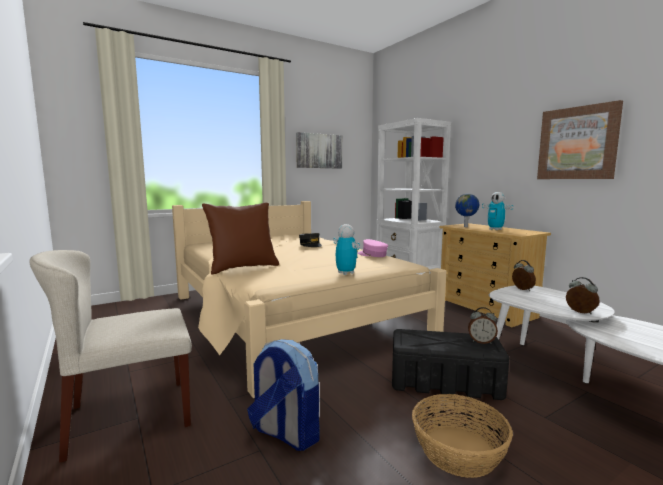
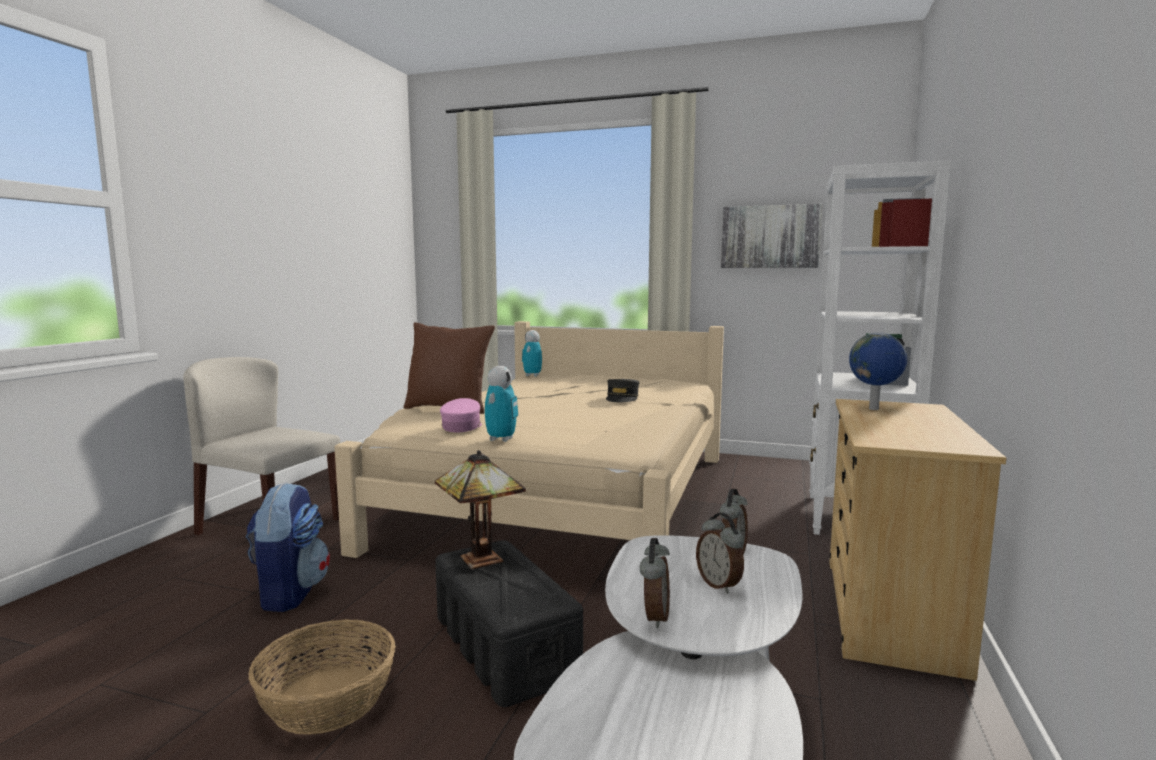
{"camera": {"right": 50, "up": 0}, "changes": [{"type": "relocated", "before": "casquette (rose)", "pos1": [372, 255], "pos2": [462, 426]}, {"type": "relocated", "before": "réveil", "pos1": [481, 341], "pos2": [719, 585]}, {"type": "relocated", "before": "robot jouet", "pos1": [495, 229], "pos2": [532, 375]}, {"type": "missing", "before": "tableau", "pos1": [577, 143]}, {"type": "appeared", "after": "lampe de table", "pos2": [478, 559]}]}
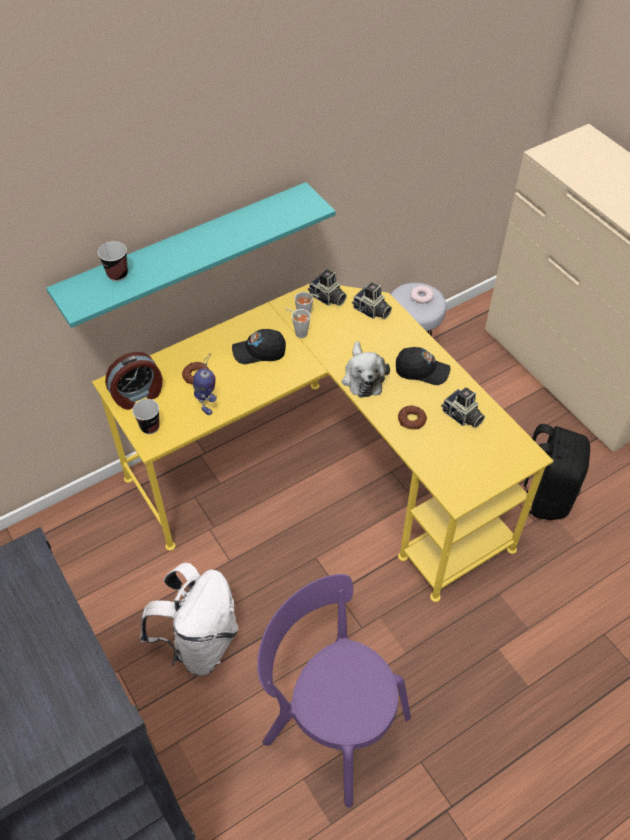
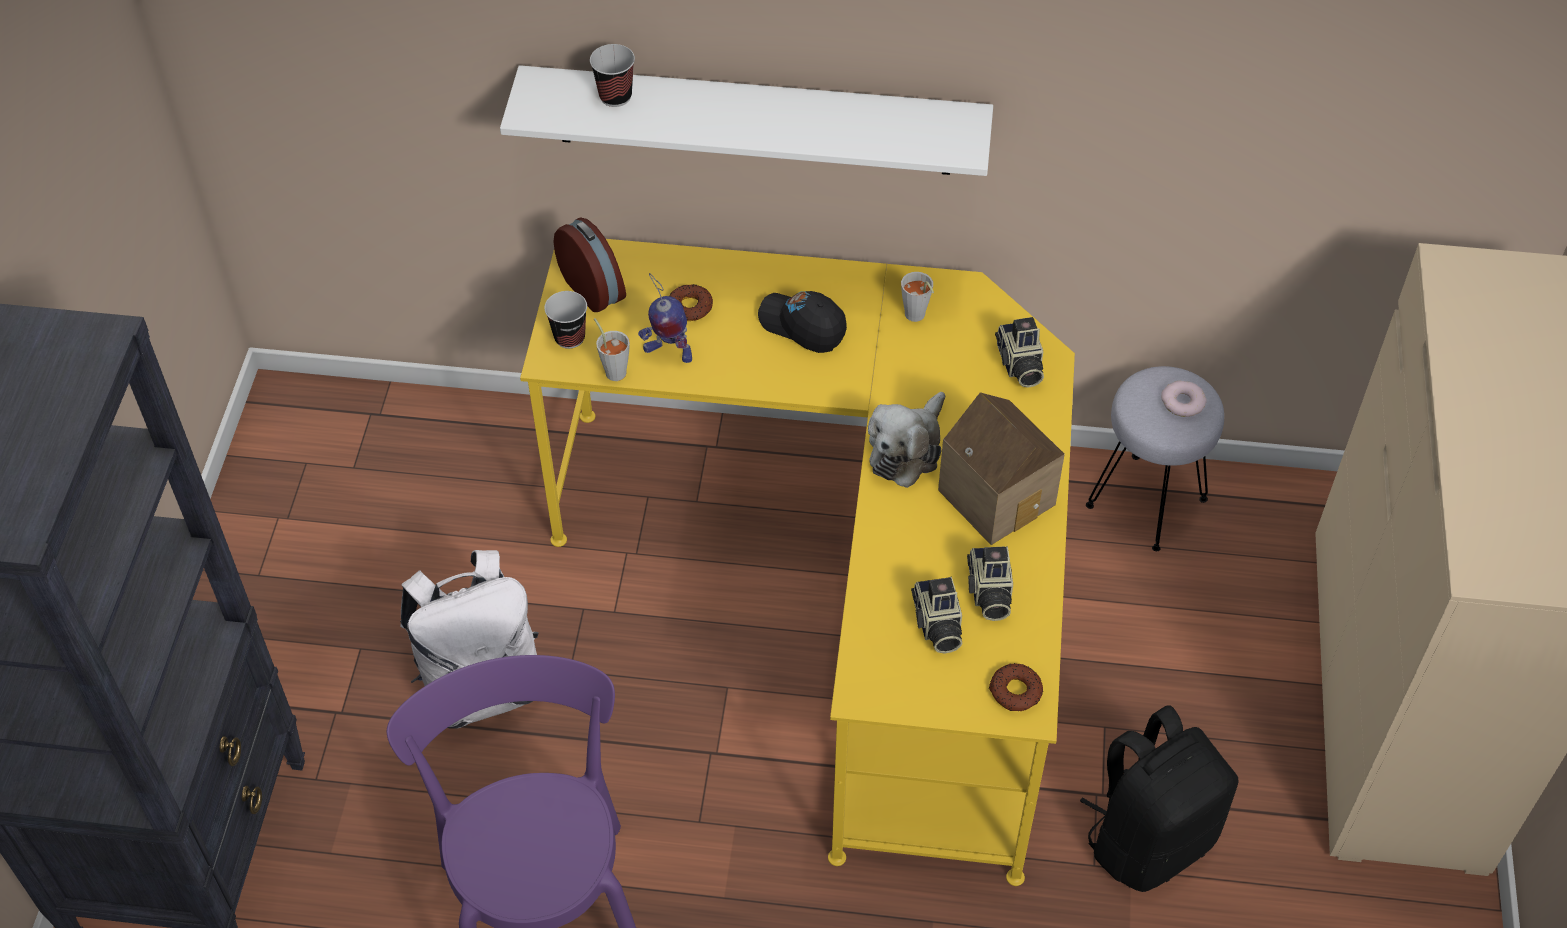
{"camera": {"right": 40, "up": 0}, "changes": [{"type": "colour", "before": "étagère (turquoise)", "after": "étagère (blanc)", "pos1": [186, 254], "pos2": [754, 120]}, {"type": "spun", "before": "réveil", "pos1": [138, 395], "pos2": [594, 288], "turn": -135}, {"type": "spun", "before": "robot jouet", "pos1": [207, 403], "pos2": [668, 352], "turn": 75}, {"type": "relocated", "before": "tasse (gris)", "pos1": [298, 333], "pos2": [613, 369]}, {"type": "relocated", "before": "appareil photo", "pos1": [327, 298], "pos2": [937, 625]}, {"type": "exchanged", "before": "casquette (noir)", "after": "maison miniature", "pos1": [422, 371], "pos2": [1000, 494]}, {"type": "relocated", "before": "beignet", "pos1": [411, 420], "pos2": [1015, 691]}]}
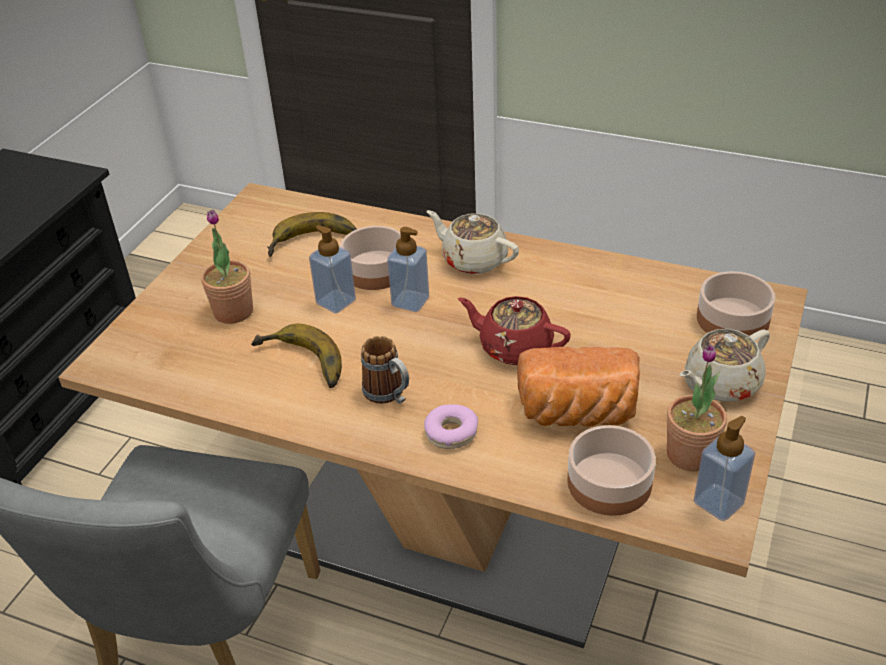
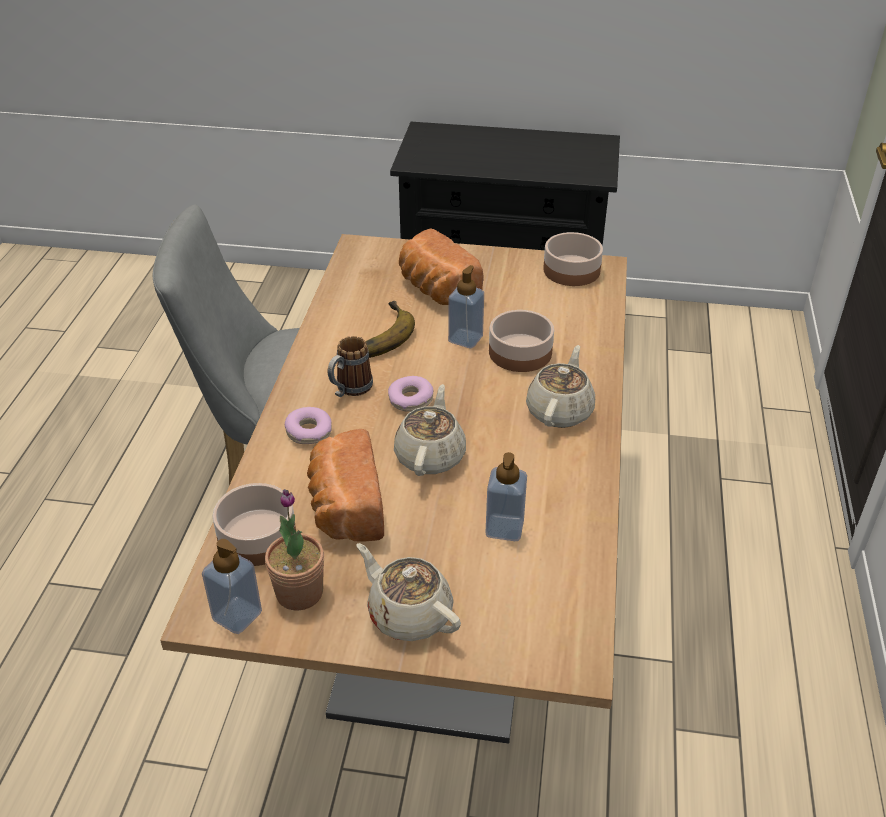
{"camera": {"right": 75, "up": 0}, "changes": [{"type": "exchanged", "before": "plante en pot", "after": "pain", "pos1": [233, 312], "pos2": [436, 290]}, {"type": "missing", "before": "banane", "pos1": [313, 243]}, {"type": "relocated", "before": "distributeur de savon", "pos1": [410, 301], "pos2": [504, 528]}, {"type": "colour", "before": "théière (rouge)", "after": "théière (beige)", "pos1": [514, 347], "pos2": [430, 455]}, {"type": "relocated", "before": "bol", "pos1": [734, 319], "pos2": [572, 271]}, {"type": "appeared", "after": "beignet", "pos2": [410, 400]}]}
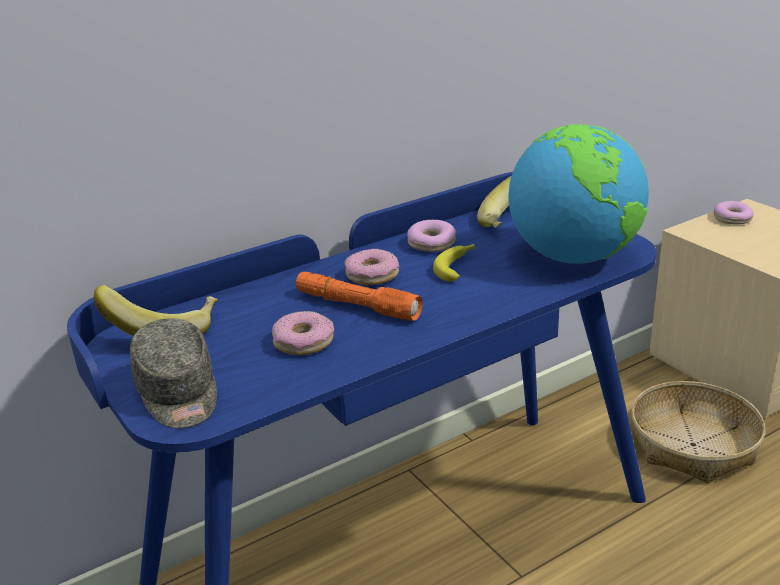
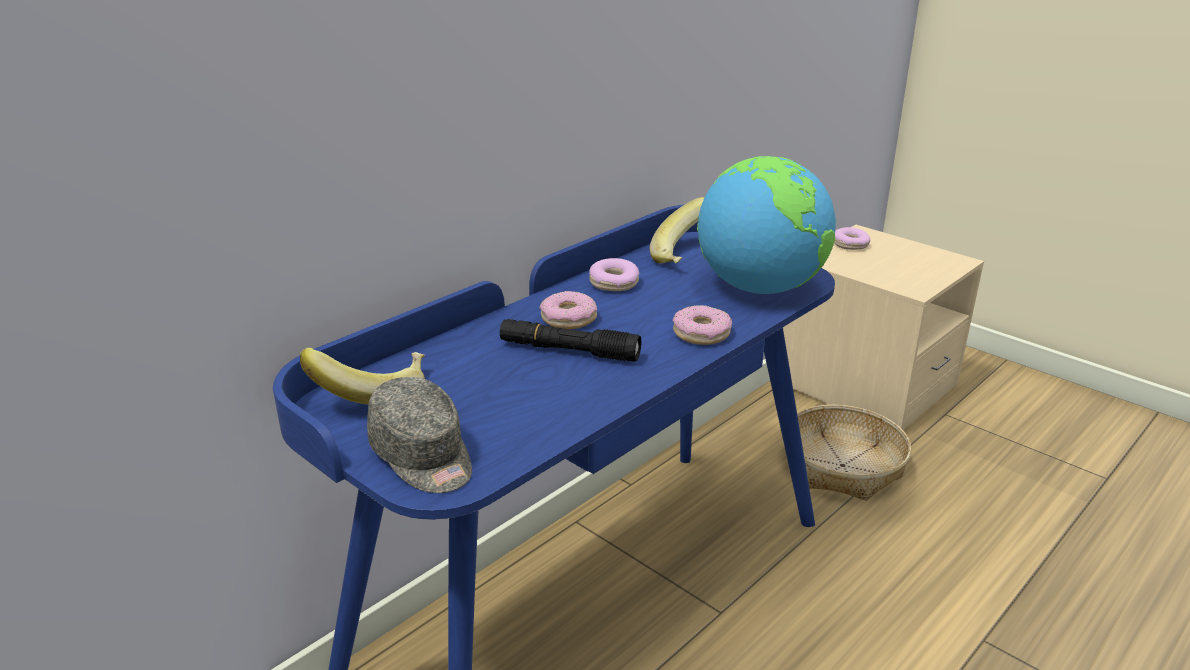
{"camera": {"right": -15, "up": 0}, "changes": [{"type": "relocated", "before": "beignet", "pos1": [304, 342], "pos2": [701, 333]}, {"type": "colour", "before": "lampe de poche (orange)", "after": "lampe de poche (noir)", "pos1": [357, 306], "pos2": [569, 351]}, {"type": "missing", "before": "banane", "pos1": [458, 266]}]}
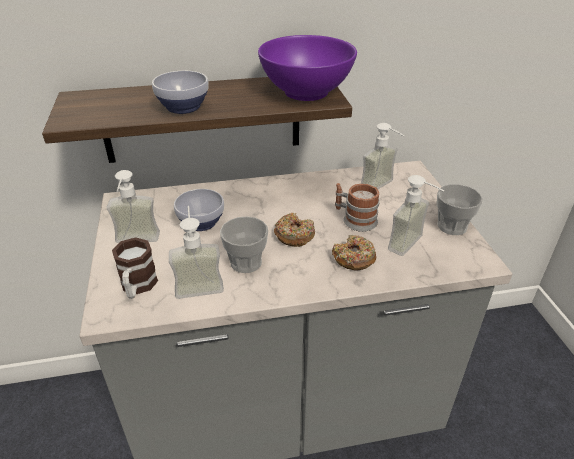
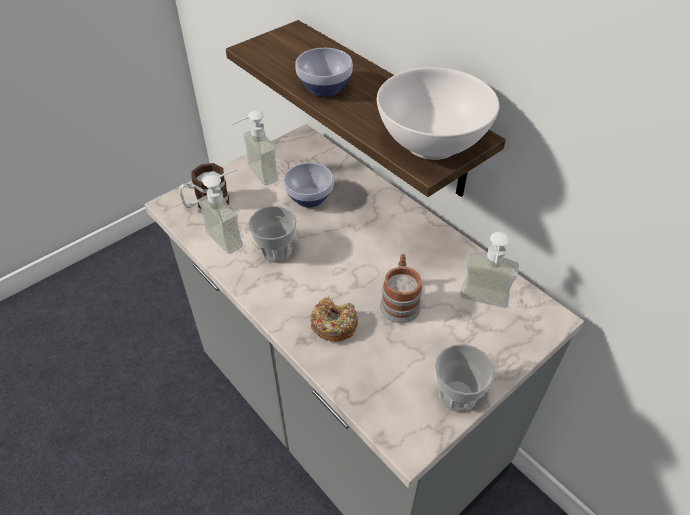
{"camera": {"right": 60, "up": 10}, "changes": [{"type": "colour", "before": "bol (violet)", "after": "bol (blanc)", "pos1": [306, 92], "pos2": [431, 144]}, {"type": "missing", "before": "beignet", "pos1": [294, 235]}, {"type": "missing", "before": "distributeur de savon", "pos1": [413, 246]}]}
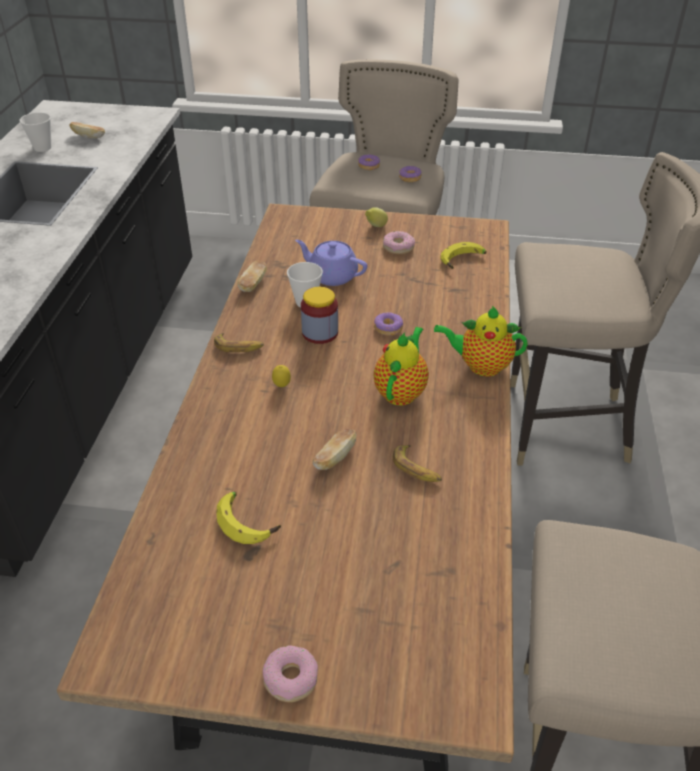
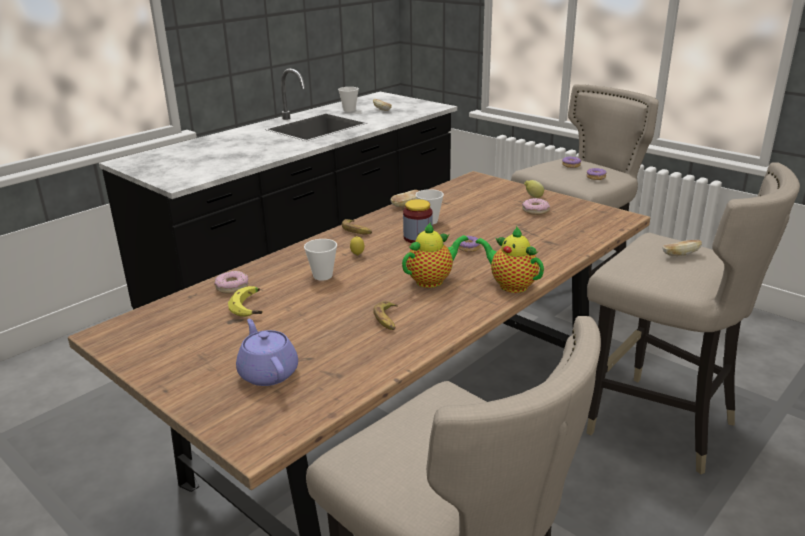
{"camera": {"right": 35, "up": -15}, "changes": [{"type": "relocated", "before": "beignet", "pos1": [290, 678], "pos2": [232, 287]}, {"type": "relocated", "before": "théière (violet)", "pos1": [331, 276], "pos2": [268, 372]}, {"type": "relocated", "before": "pain", "pos1": [334, 458], "pos2": [680, 254]}, {"type": "missing", "before": "banane", "pos1": [463, 261]}, {"type": "appeared", "after": "tasse", "pos2": [322, 276]}]}
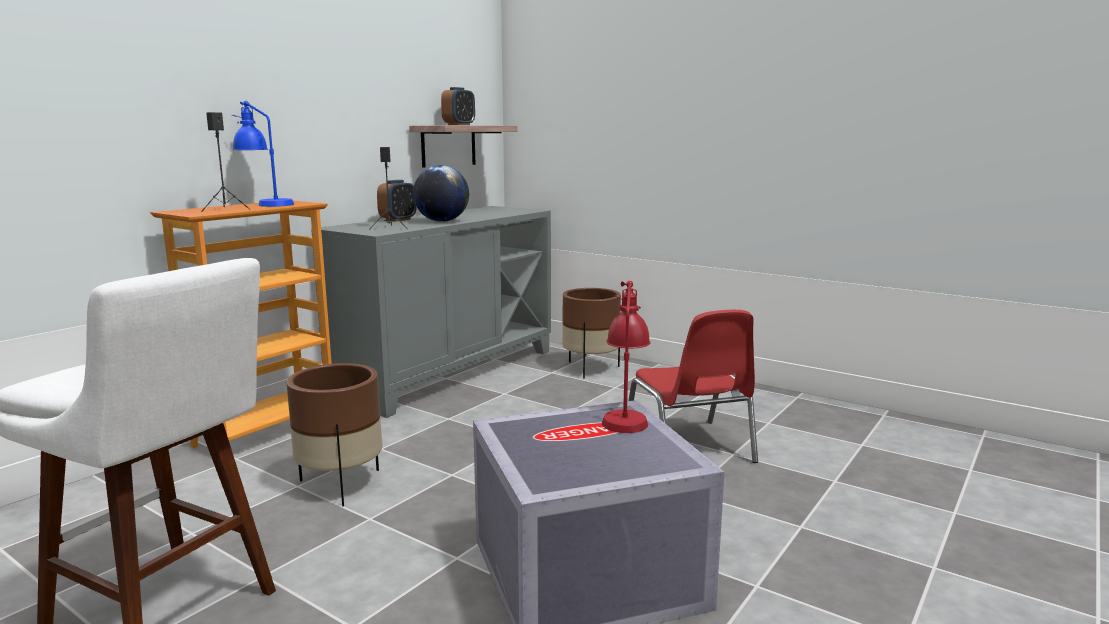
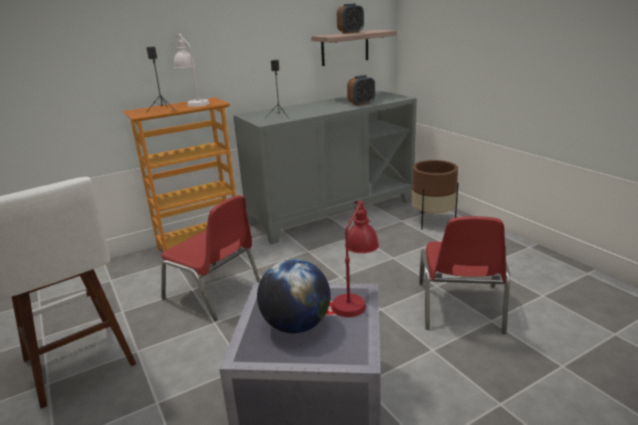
{"camera": {"right": 25, "up": 10}, "changes": [{"type": "colour", "before": "lampe de table (bleu)", "after": "lampe de table (blanc)", "pos1": [265, 204], "pos2": [193, 103]}, {"type": "exchanged", "before": "cache-pot (marron)", "after": "chaise (rouge)", "pos1": [340, 485], "pos2": [214, 293]}, {"type": "relocated", "before": "réveil", "pos1": [398, 220], "pos2": [361, 104]}, {"type": "relocated", "before": "globe", "pos1": [442, 221], "pos2": [296, 325]}]}
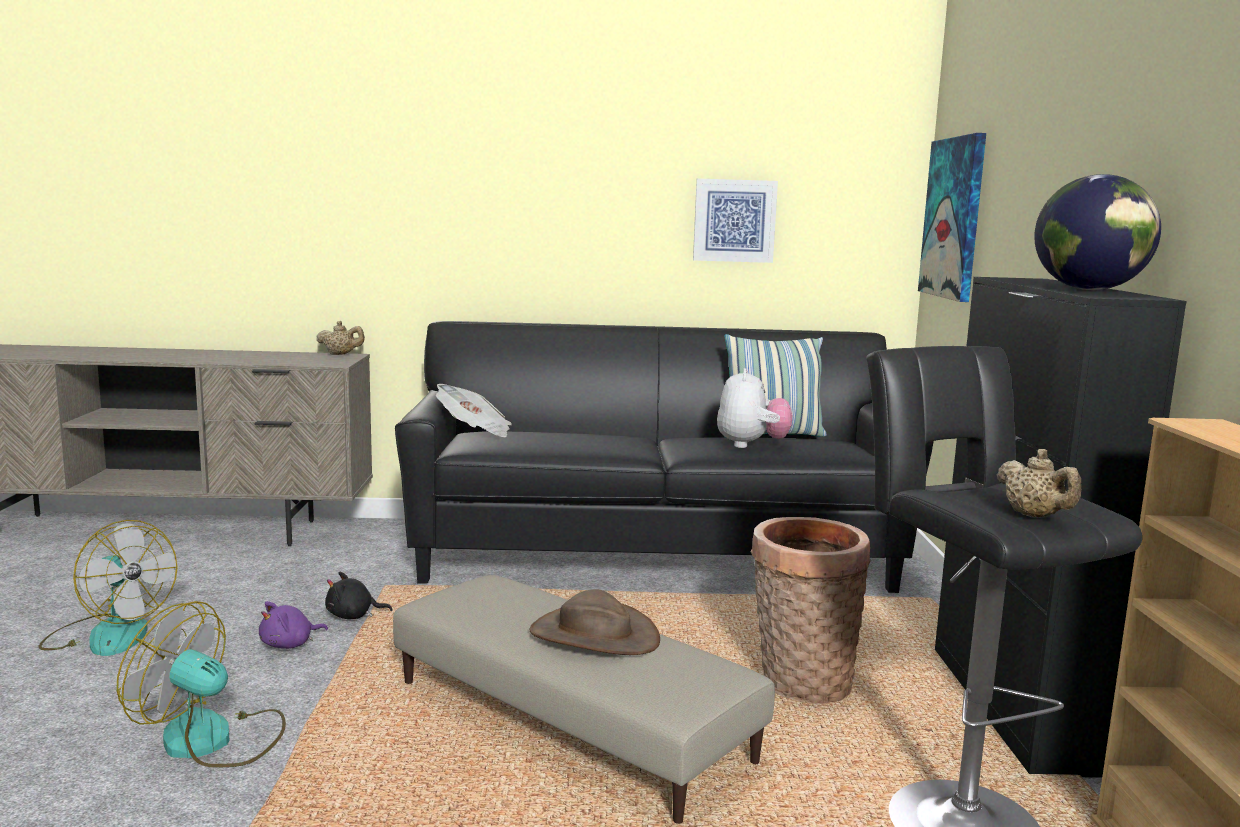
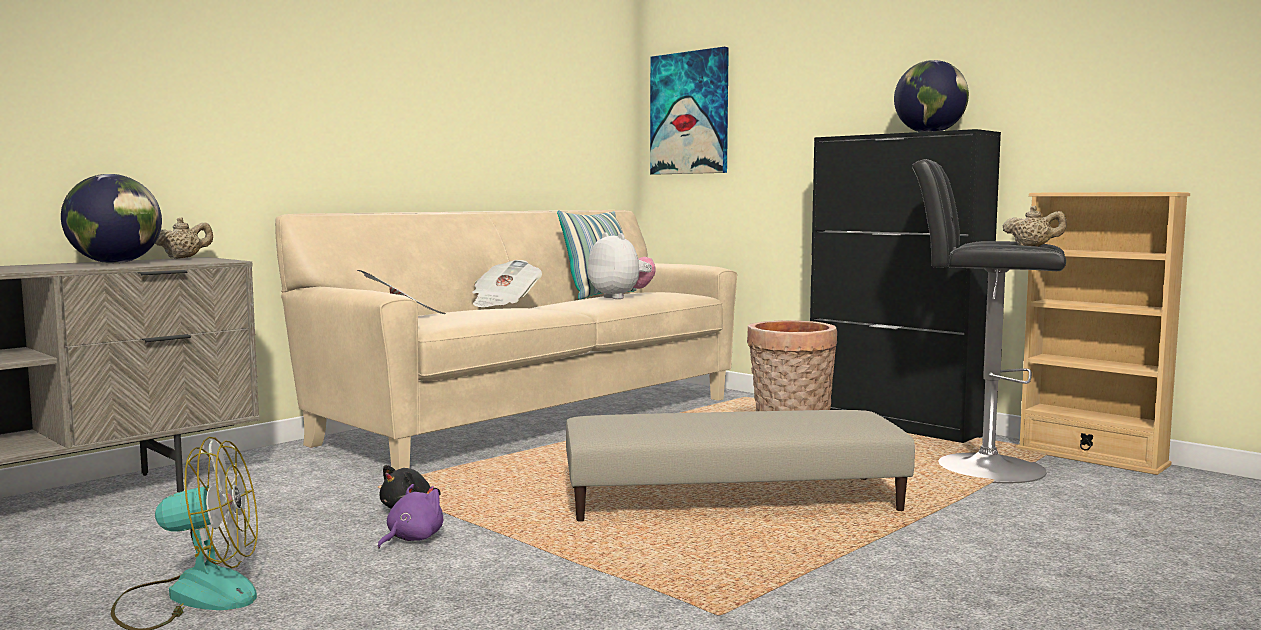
{"camera": {"right": -45, "up": -5}, "changes": [{"type": "missing", "before": "ventilateur", "pos1": [213, 740]}, {"type": "spun", "before": "peluche (violet)", "pos1": [290, 644], "pos2": [412, 539], "turn": -150}, {"type": "colour", "before": "canapé (noir)", "after": "canapé (beige)", "pos1": [654, 557], "pos2": [535, 419]}, {"type": "missing", "before": "chapeau (marron)", "pos1": [594, 636]}, {"type": "missing", "before": "tableau", "pos1": [734, 220]}, {"type": "appeared", "after": "globe", "pos2": [115, 263]}, {"type": "appeared", "after": "journal", "pos2": [504, 303]}]}
